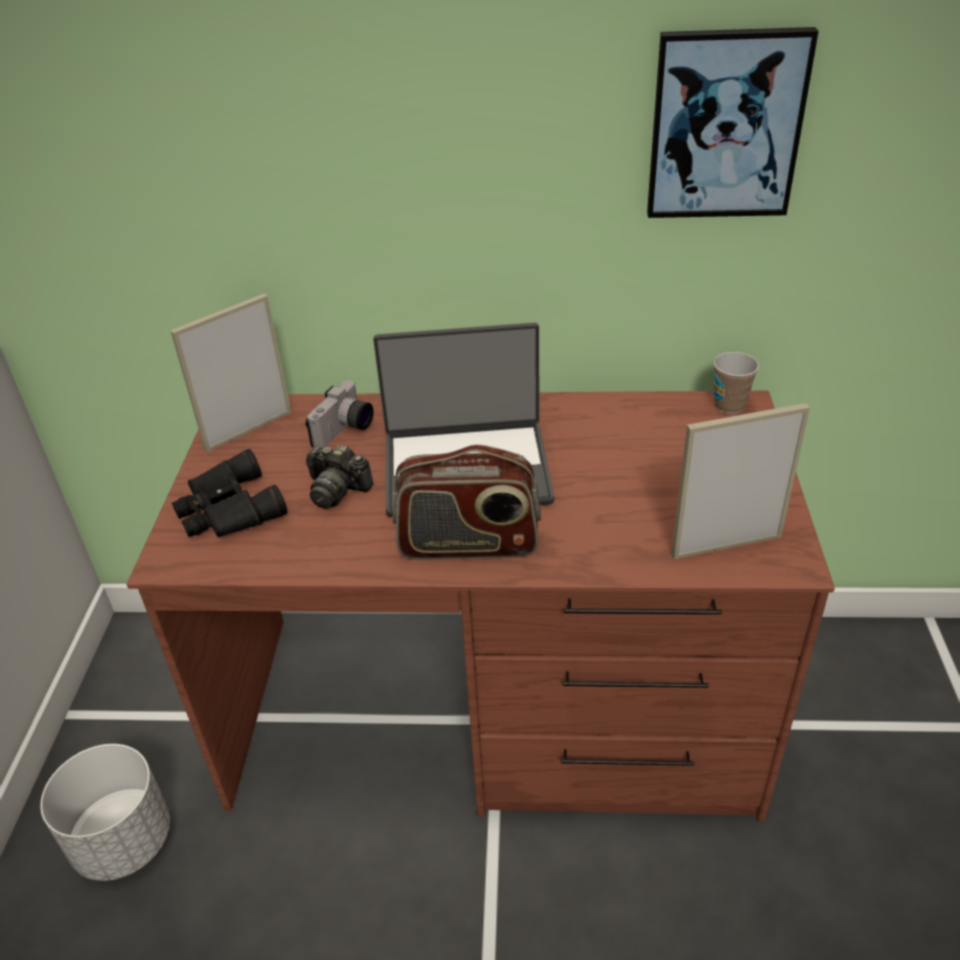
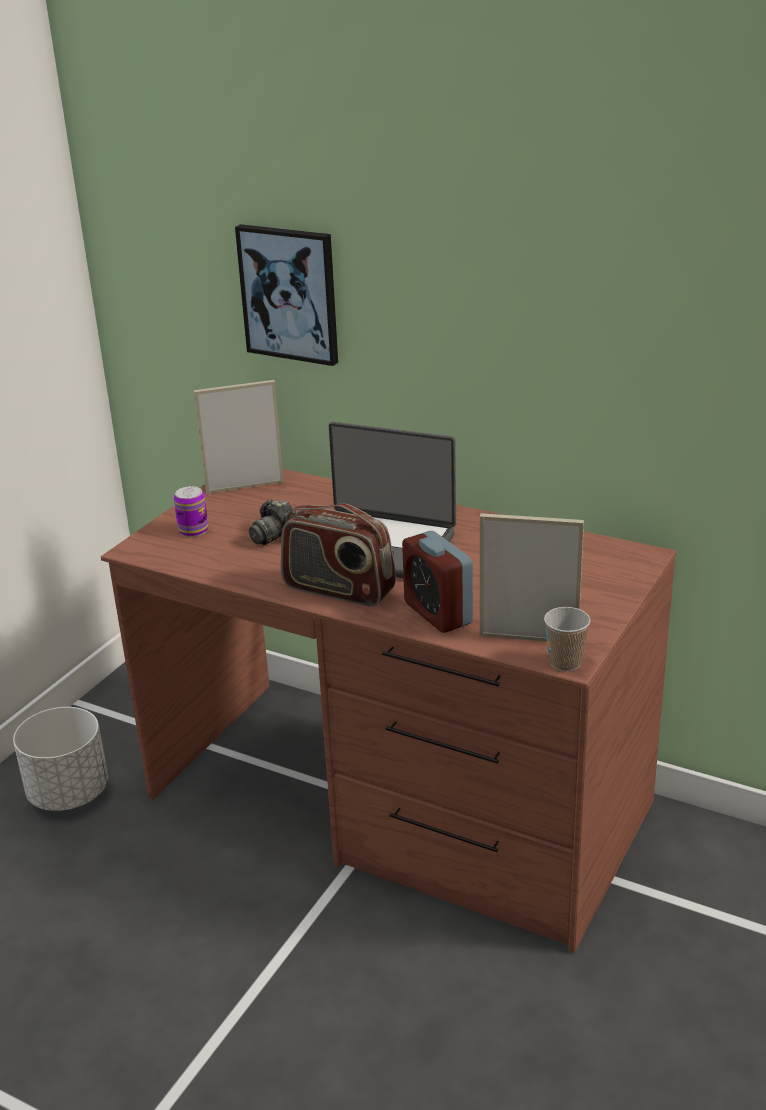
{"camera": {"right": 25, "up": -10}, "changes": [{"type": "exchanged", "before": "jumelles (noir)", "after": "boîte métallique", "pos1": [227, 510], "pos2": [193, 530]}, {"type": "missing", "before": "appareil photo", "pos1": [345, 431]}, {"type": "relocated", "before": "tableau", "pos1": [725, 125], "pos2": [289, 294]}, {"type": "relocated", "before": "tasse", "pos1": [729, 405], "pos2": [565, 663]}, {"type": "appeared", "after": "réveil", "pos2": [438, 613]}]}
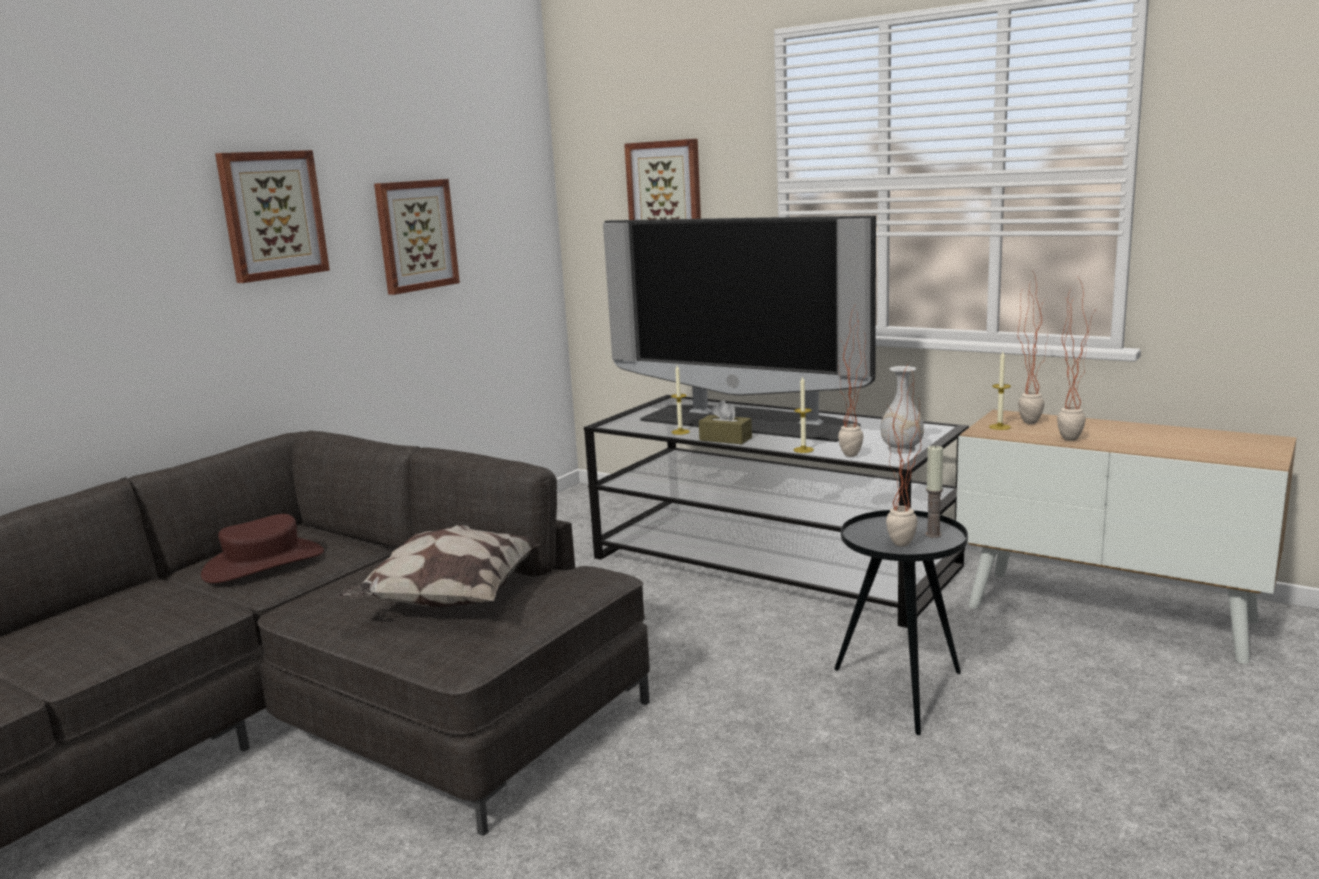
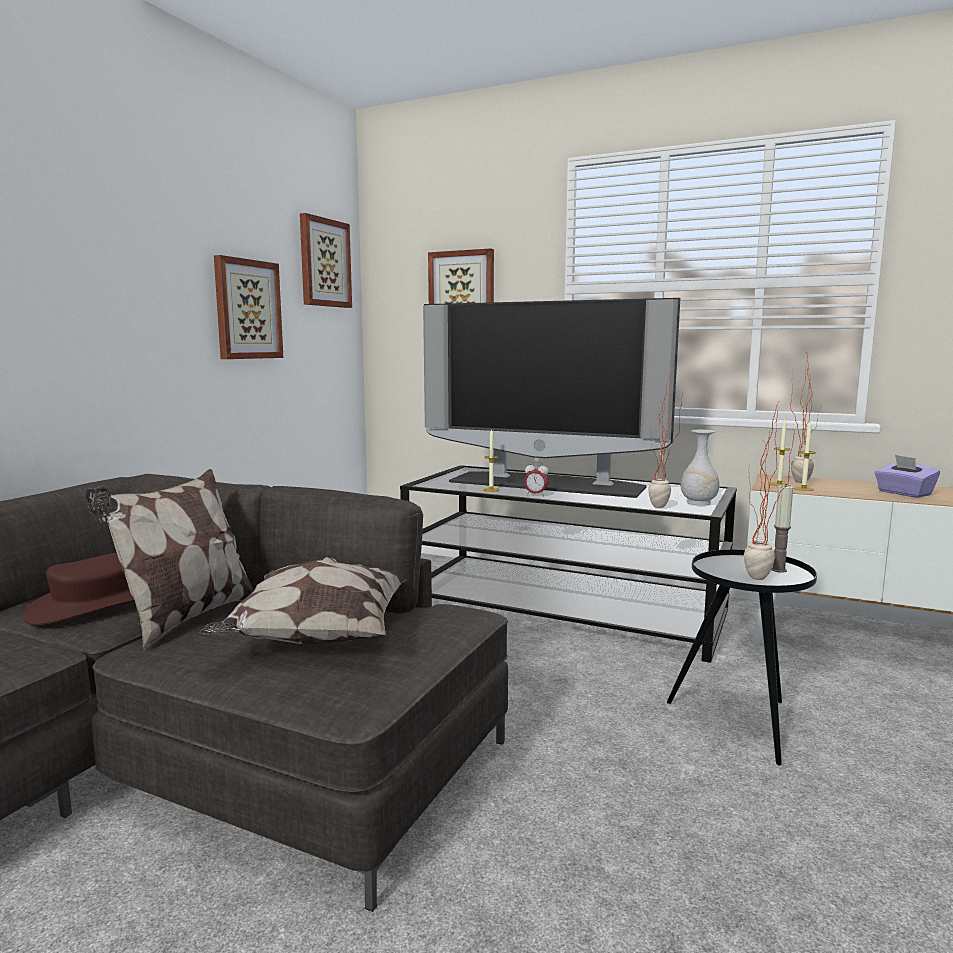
{"camera": {"right": -10, "up": -5}, "changes": [{"type": "relocated", "before": "tableau", "pos1": [272, 215], "pos2": [324, 263]}, {"type": "exchanged", "before": "boîte à mouchoirs (marron)", "after": "réveil", "pos1": [725, 439], "pos2": [536, 495]}, {"type": "relocated", "before": "bougie", "pos1": [803, 450], "pos2": [803, 489]}, {"type": "missing", "before": "plante en pot", "pos1": [1072, 437]}, {"type": "appeared", "after": "coussin", "pos2": [185, 618]}, {"type": "appeared", "after": "boîte à mouchoirs (violet)", "pos2": [903, 493]}]}
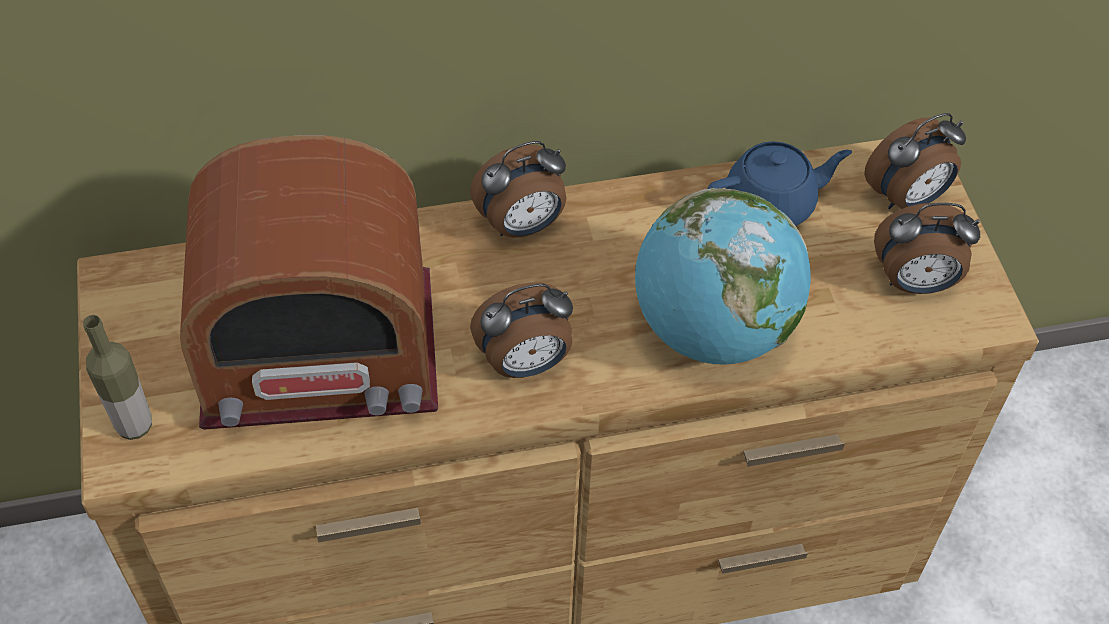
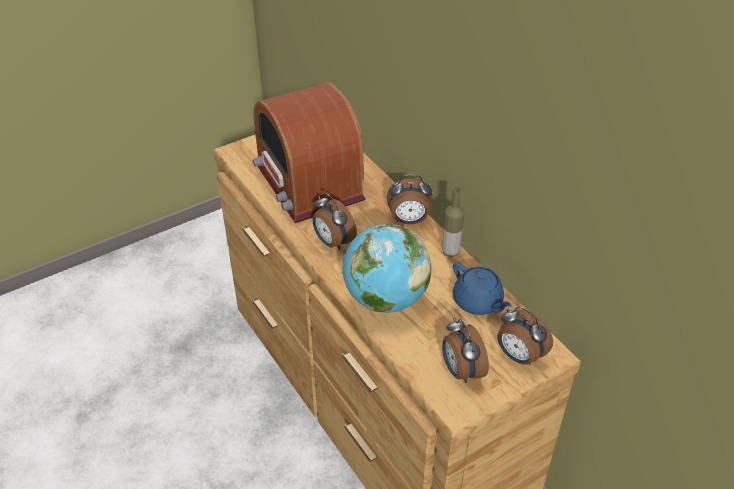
{"camera": {"right": 70, "up": -10}, "changes": [{"type": "relocated", "before": "bouteille", "pos1": [134, 425], "pos2": [450, 252]}, {"type": "spun", "before": "réveil", "pos1": [522, 226], "pos2": [409, 220], "turn": -45}]}
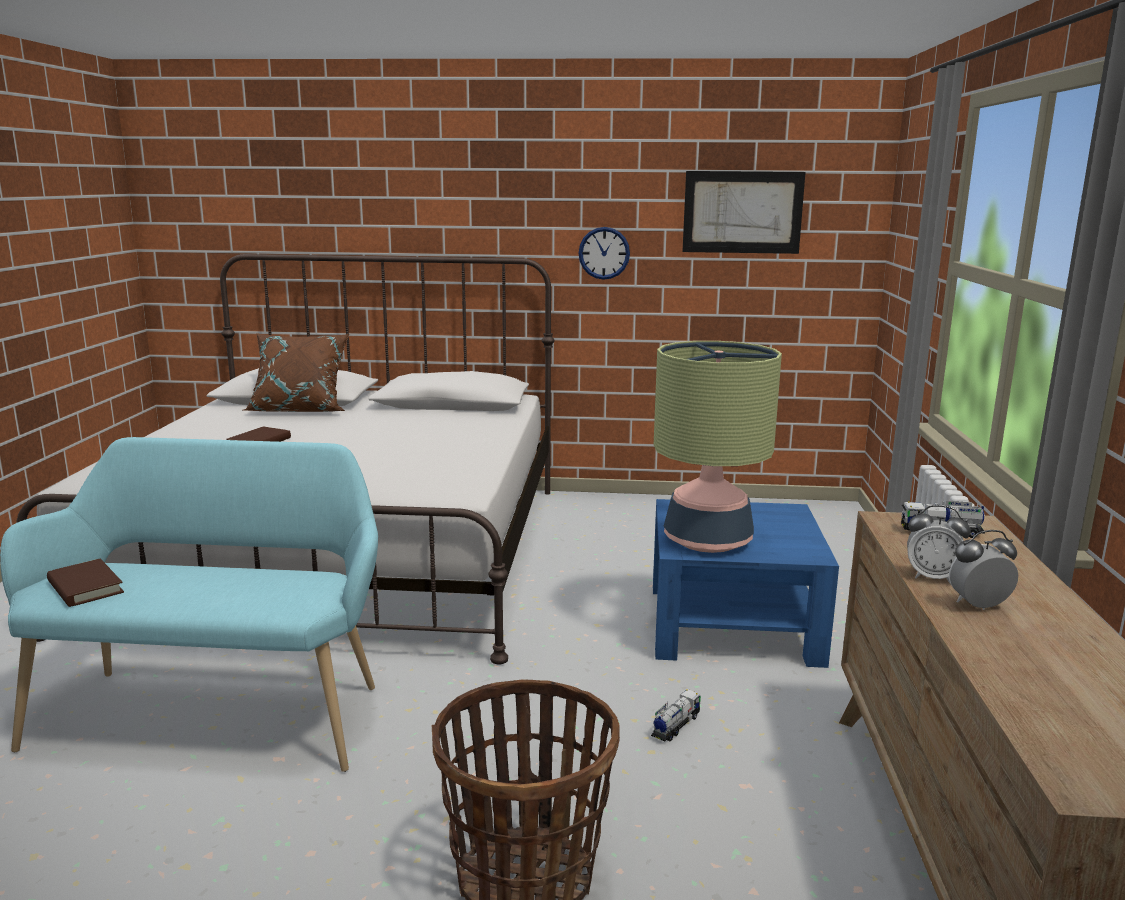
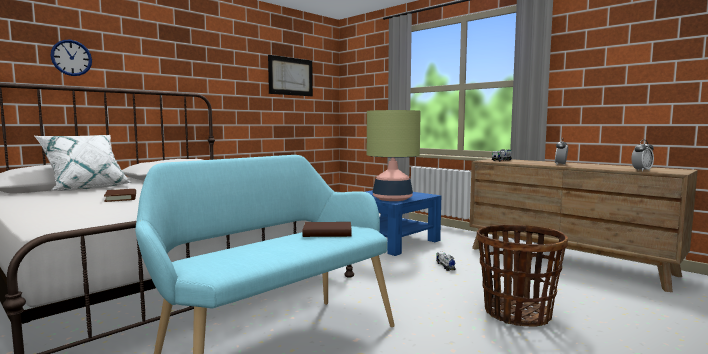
{"camera": {"right": -50, "up": -10}, "changes": [{"type": "relocated", "before": "livre (marron)", "pos1": [85, 587], "pos2": [327, 233]}, {"type": "colour", "before": "coussin (marron)", "after": "coussin (blanc)", "pos1": [300, 409], "pos2": [86, 188]}, {"type": "relocated", "before": "horloge murale", "pos1": [604, 253], "pos2": [71, 58]}, {"type": "relocated", "before": "réveil", "pos1": [932, 577], "pos2": [641, 170]}]}
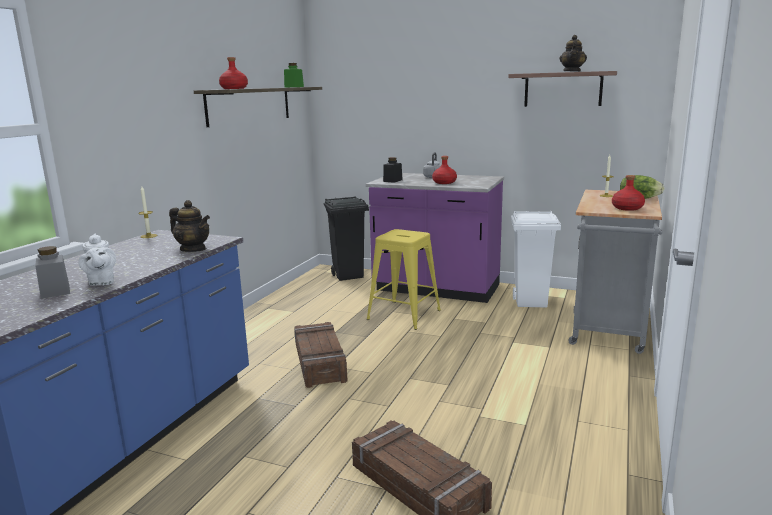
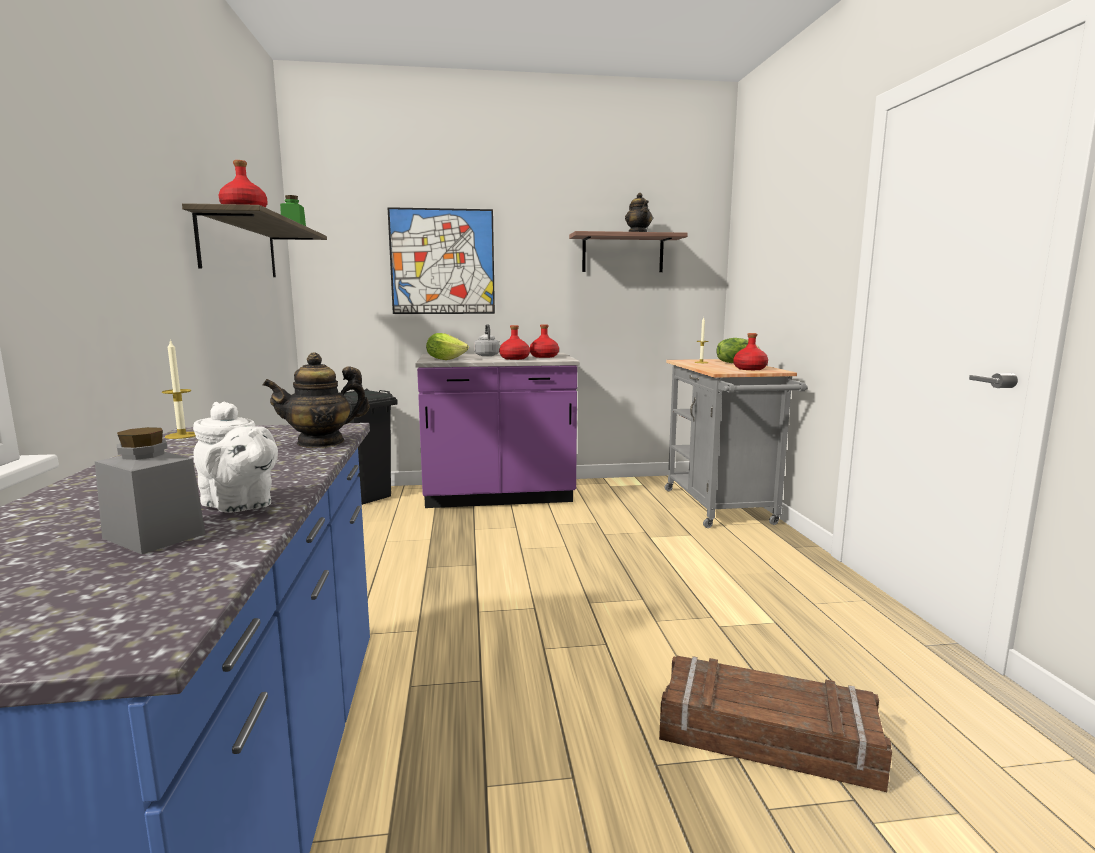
{"camera": {"right": -30, "up": -5}, "changes": [{"type": "spun", "before": "théière", "pos1": [193, 249], "pos2": [321, 442], "turn": 150}, {"type": "missing", "before": "caisse", "pos1": [320, 362]}, {"type": "missing", "before": "tabouret (jaune)", "pos1": [403, 315]}, {"type": "exchanged", "before": "bocal (noir)", "after": "laitue", "pos1": [392, 180], "pos2": [445, 359]}, {"type": "missing", "before": "poubelle (blanc)", "pos1": [531, 302]}, {"type": "appeared", "after": "tableau", "pos2": [442, 262]}, {"type": "appeared", "after": "bouteille (rouge)", "pos2": [544, 356]}]}
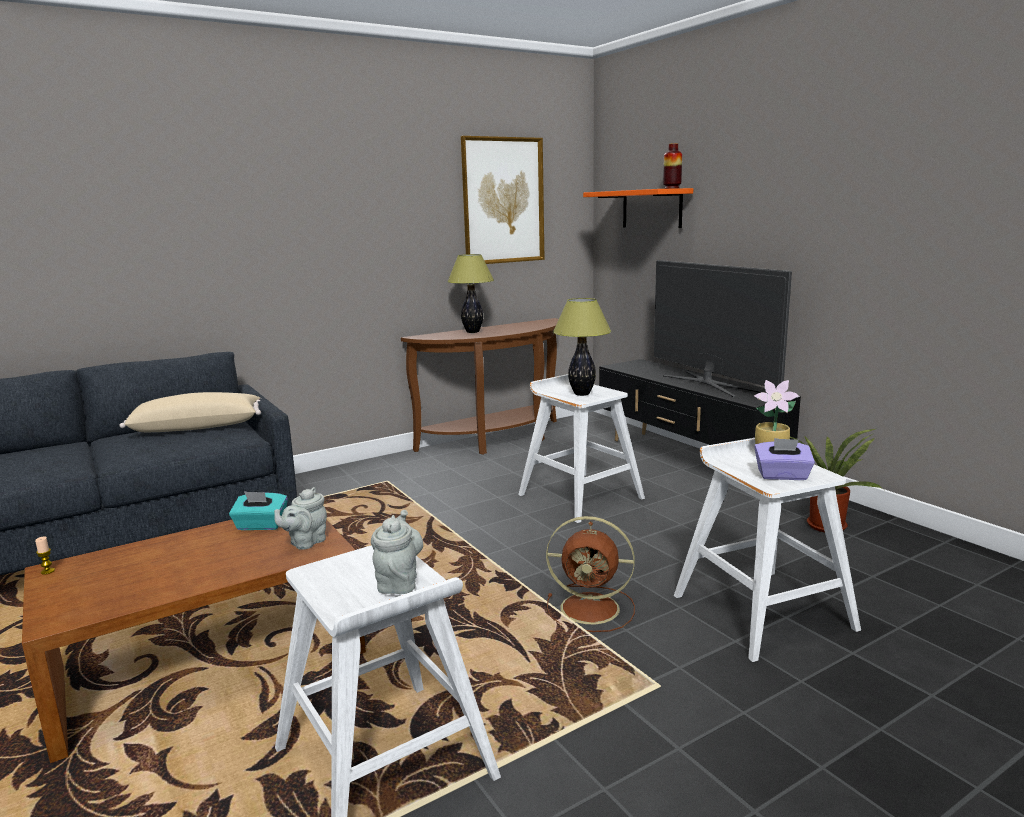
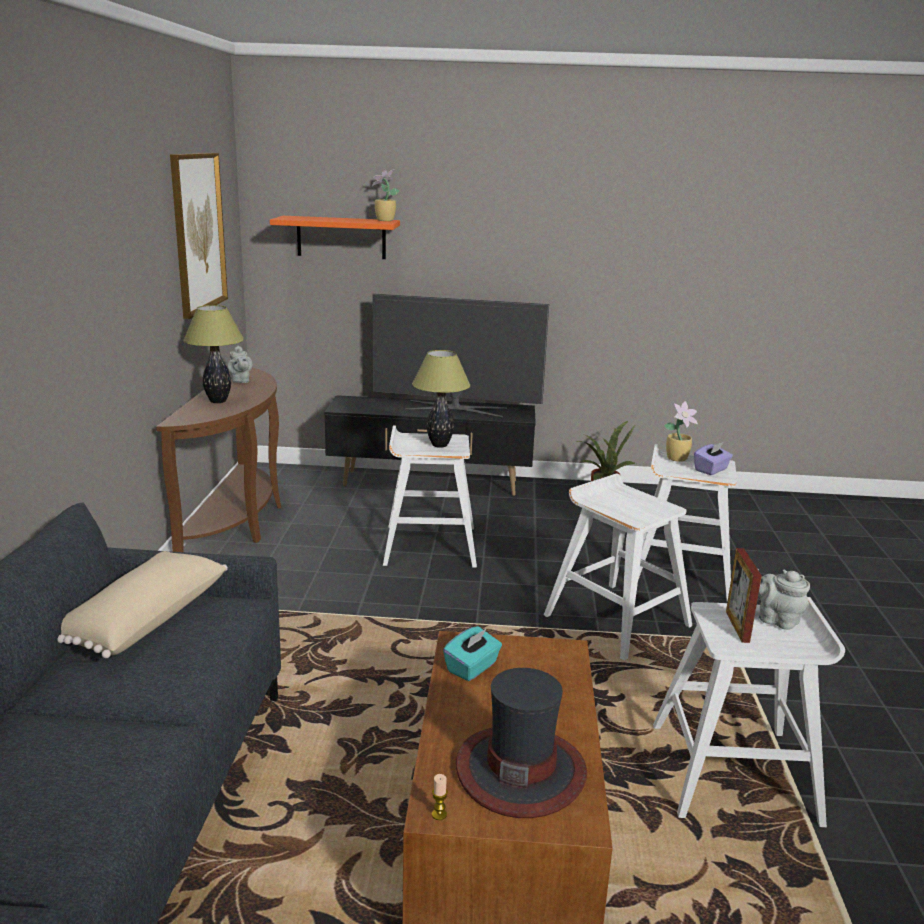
{"camera": {"right": -55, "up": 5}, "changes": [{"type": "relocated", "before": "théière (gris)", "pos1": [305, 543], "pos2": [240, 381]}, {"type": "exchanged", "before": "ventilateur (marron)", "after": "tabouret (blanc)", "pos1": [592, 609], "pos2": [616, 619]}, {"type": "exchanged", "before": "vase", "after": "plante en pot", "pos1": [672, 188], "pos2": [384, 220]}, {"type": "appeared", "after": "chapeau", "pos2": [520, 770]}, {"type": "appeared", "after": "cadre photo", "pos2": [737, 626]}]}
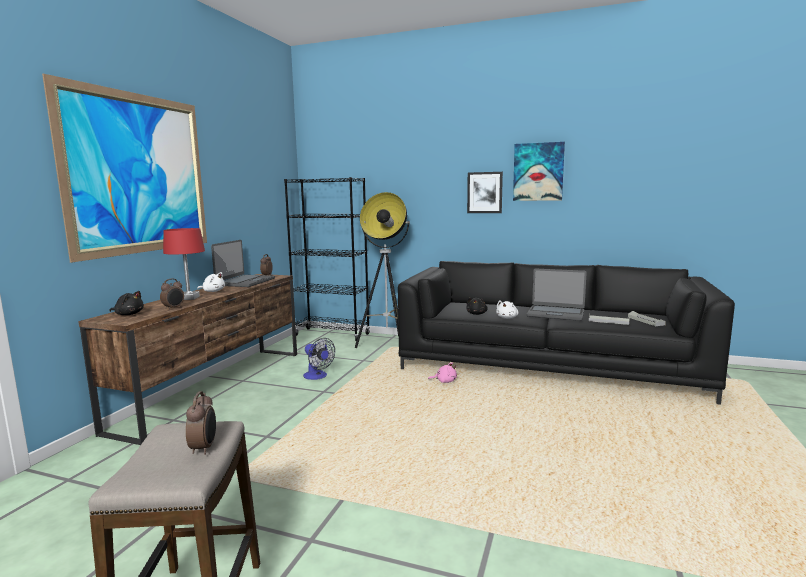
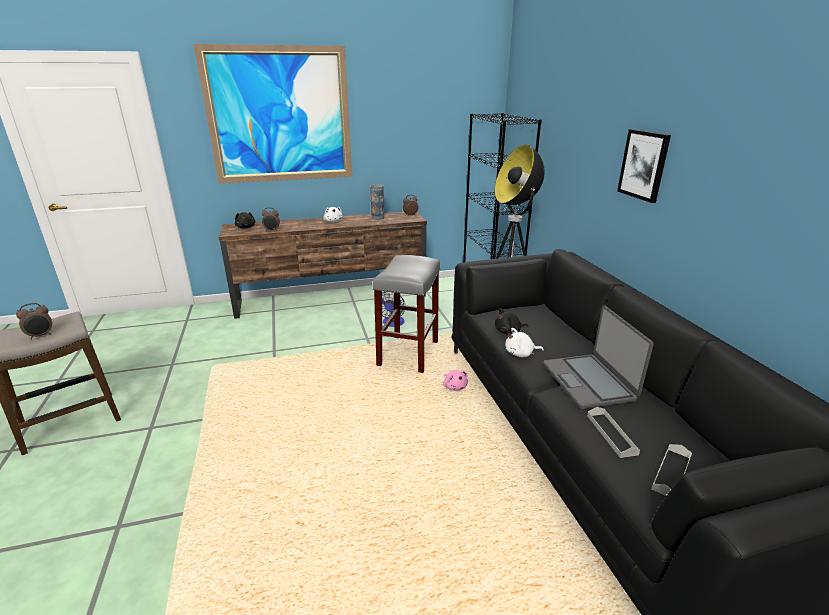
{"camera": {"right": 55, "up": 15}, "changes": [{"type": "missing", "before": "lampe de table (rouge)", "pos1": [189, 298]}, {"type": "exchanged", "before": "ordinateur portable", "after": "vase", "pos1": [245, 282], "pos2": [377, 218]}, {"type": "missing", "before": "tableau", "pos1": [538, 172]}, {"type": "appeared", "after": "tabouret (gris)", "pos2": [408, 354]}]}
